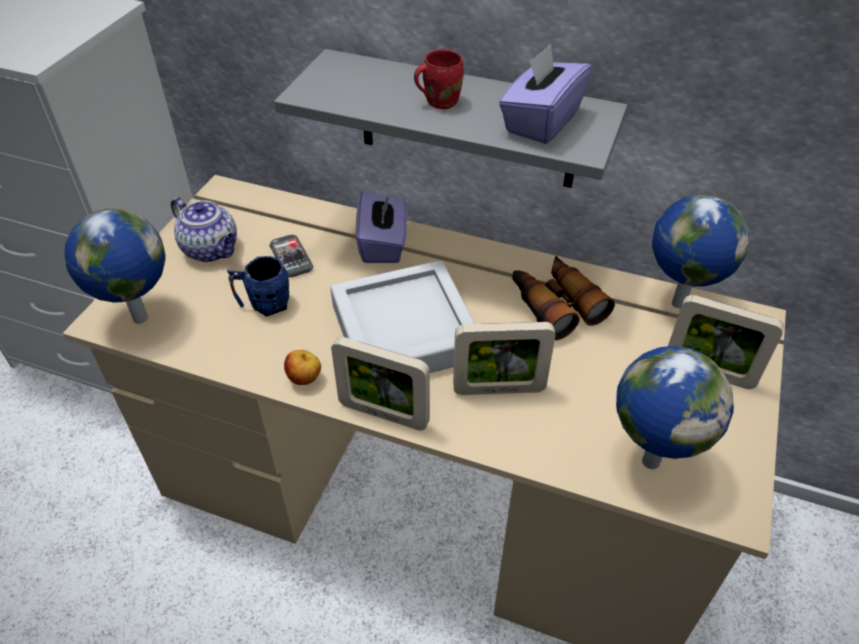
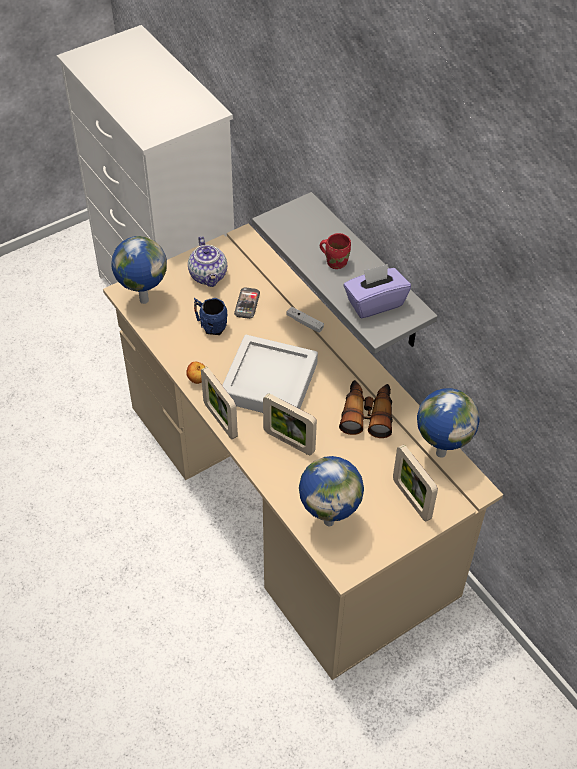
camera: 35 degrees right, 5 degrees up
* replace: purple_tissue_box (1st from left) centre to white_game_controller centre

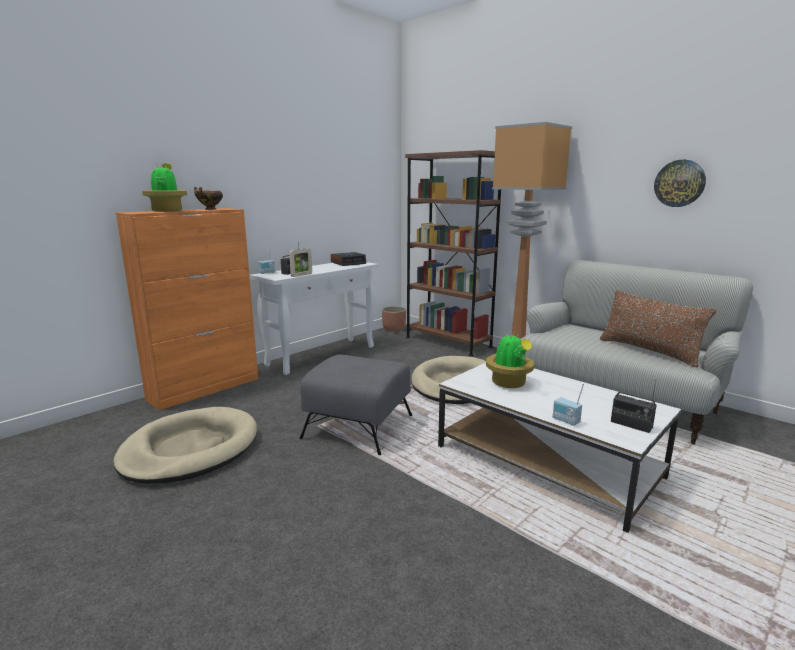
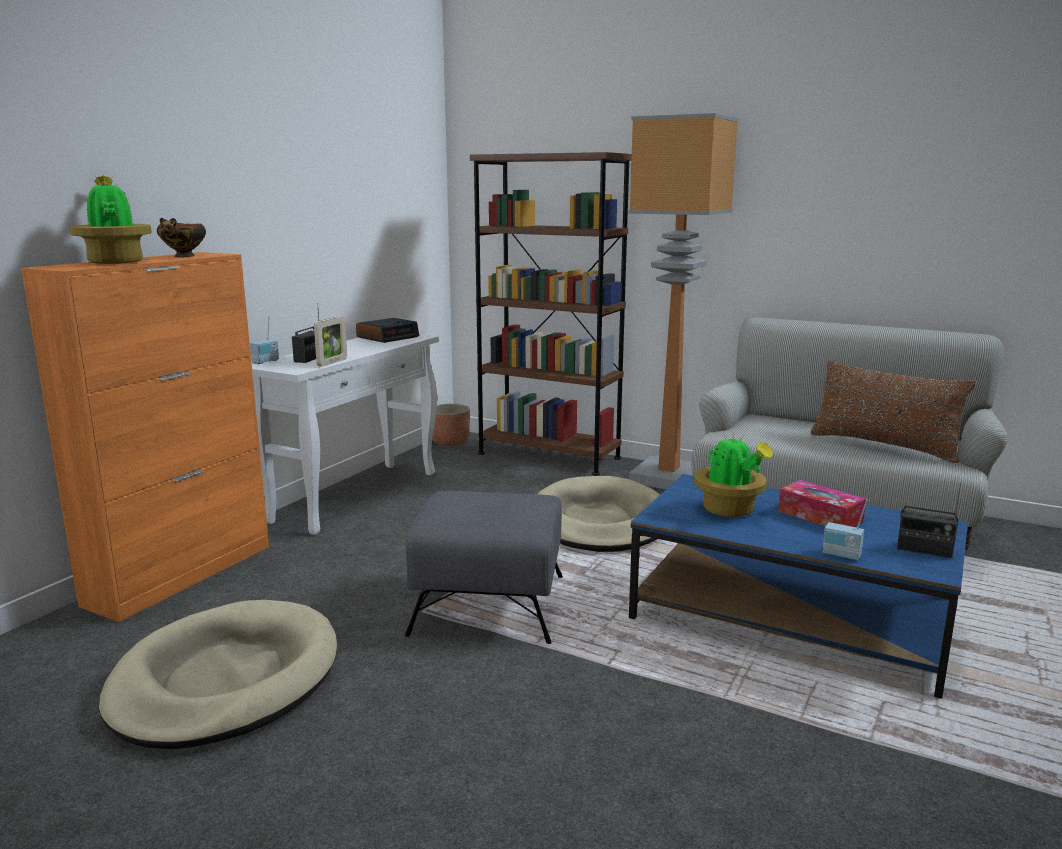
camera: 15 degrees left, 0 degrees up
* recolor: white_coffee_table bottom right to blue_coffee_table bottom right
* insert: tissue_box middle right
* delete: wall_clock top right

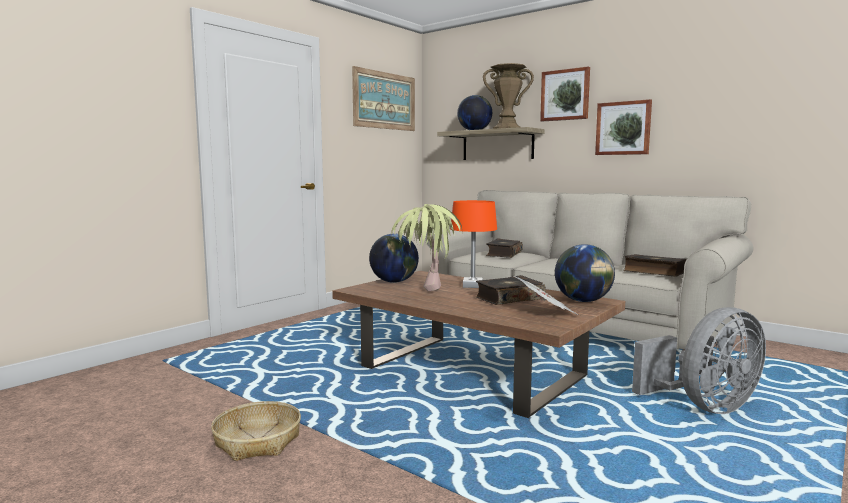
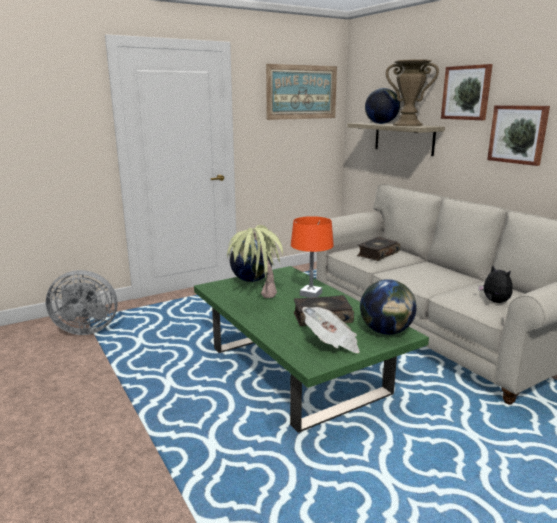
camera: 20 degrees right, 10 degrees up
* move: grey_fan bottom right to middle left
* recolor: brown_coffee_table bottom centre to green_coffee_table bottom centre
* replace: book (3rd from left) middle right to plush_toy middle right
* delete: basket bottom left

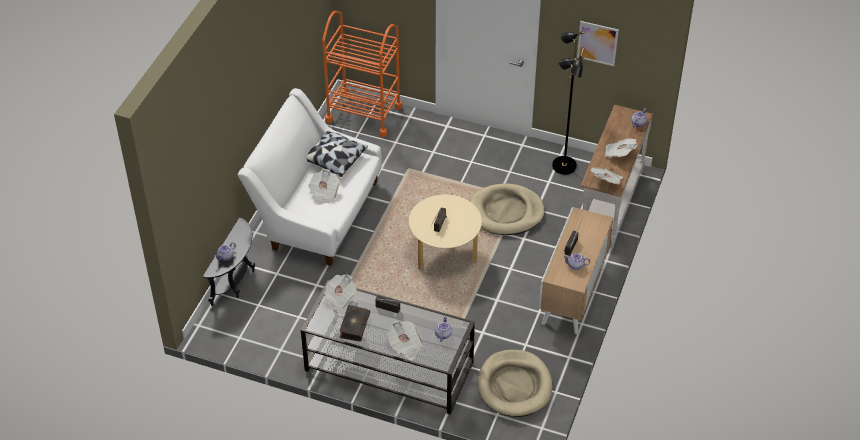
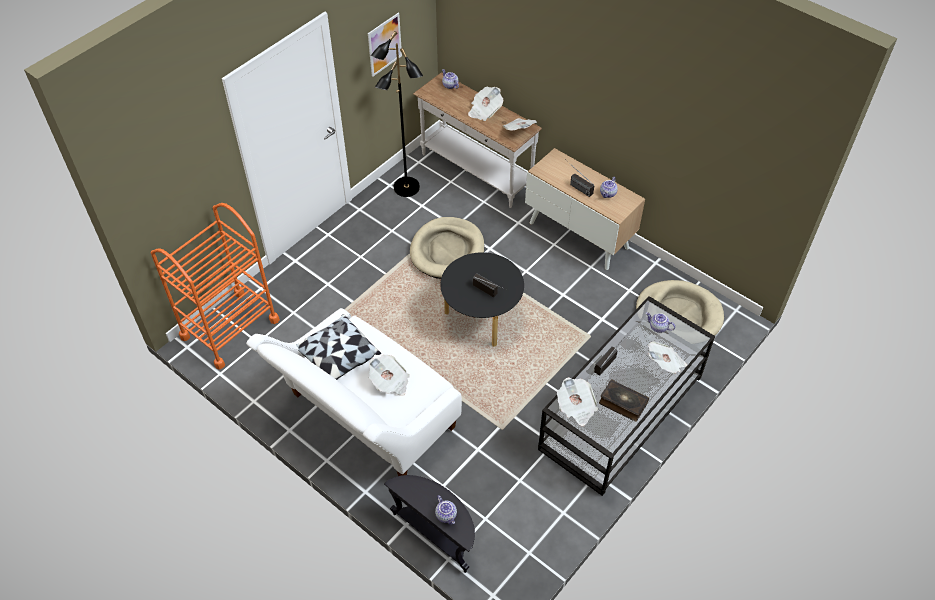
camera: 70 degrees left, 5 degrees up
* recolor: beige_coffee_table centre to black_coffee_table centre

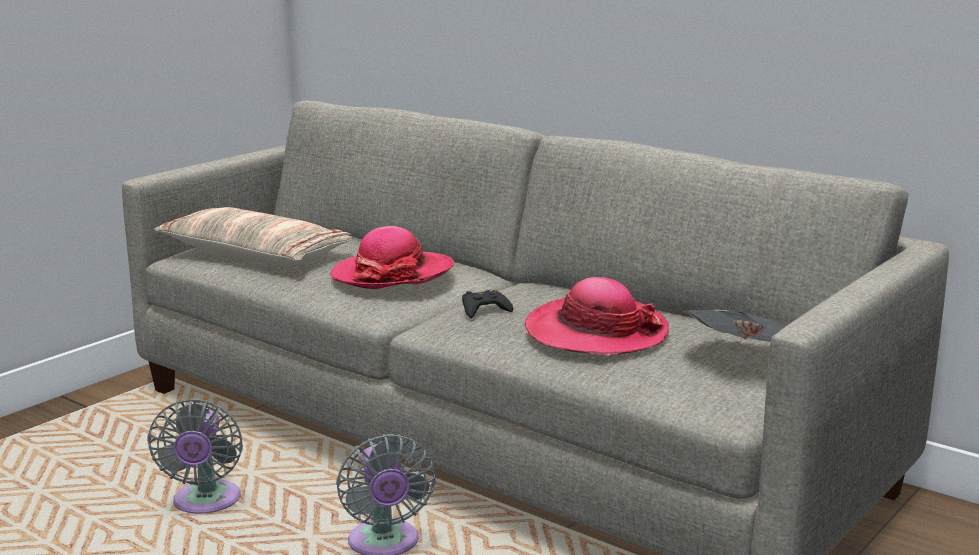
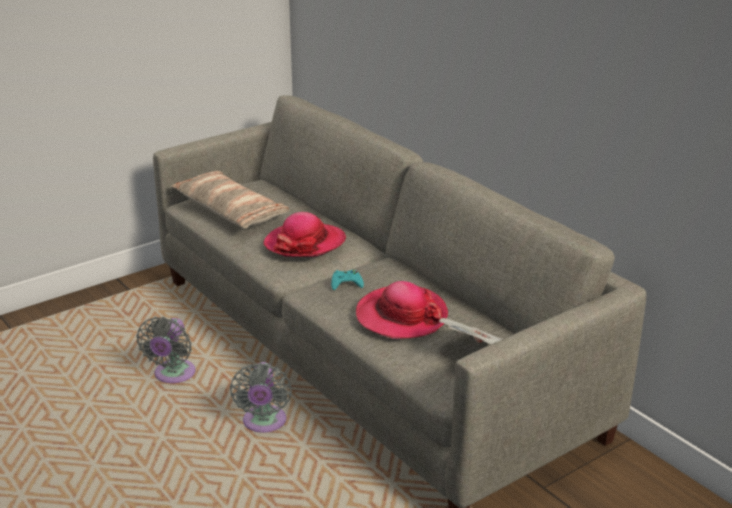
camera: 15 degrees right, 10 degrees up
* recolor: black_game_controller centre to turquoise_game_controller centre

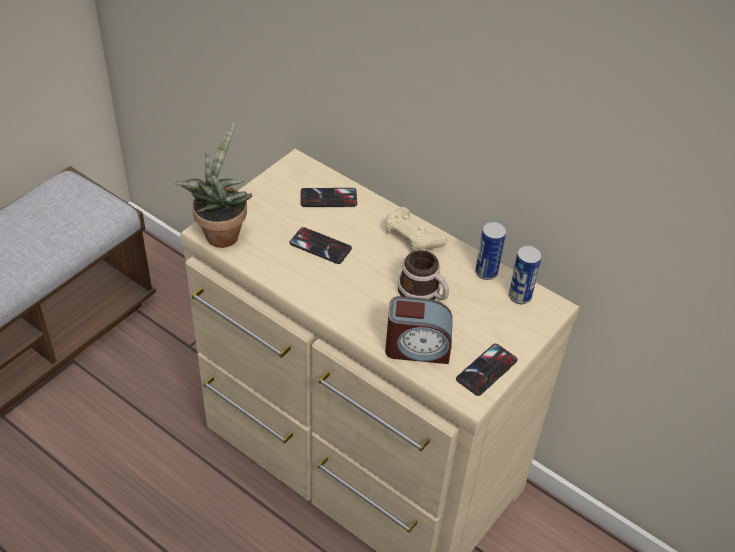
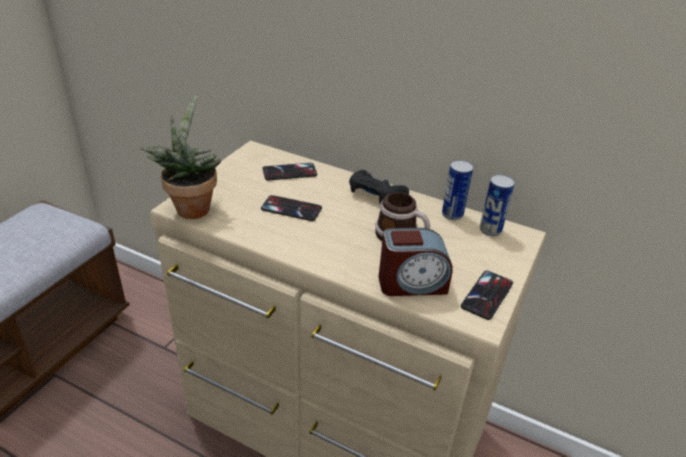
camera: 10 degrees left, 10 degrees down
* recolor: beige_game_controller centre to black_game_controller centre

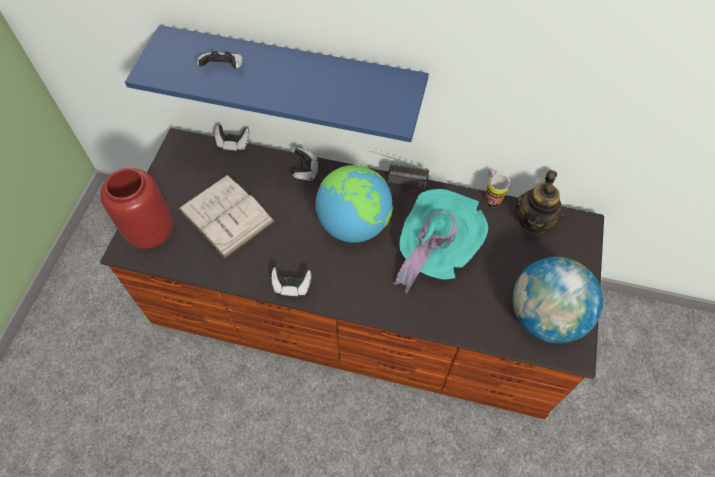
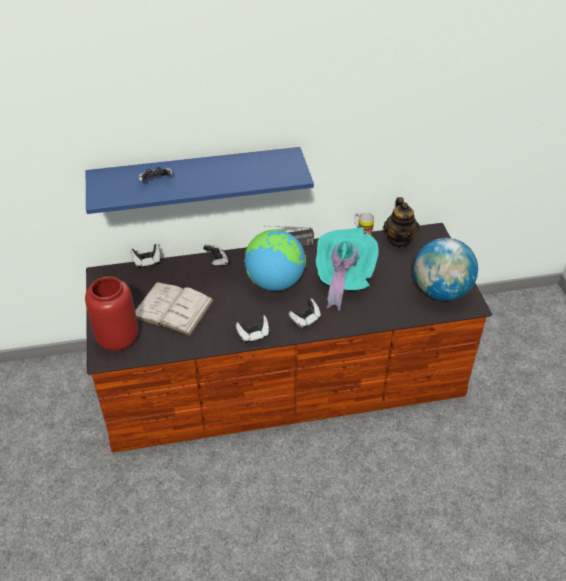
camera: 25 degrees left, 15 degrees down
* insert: game_controller (5th from left) centre

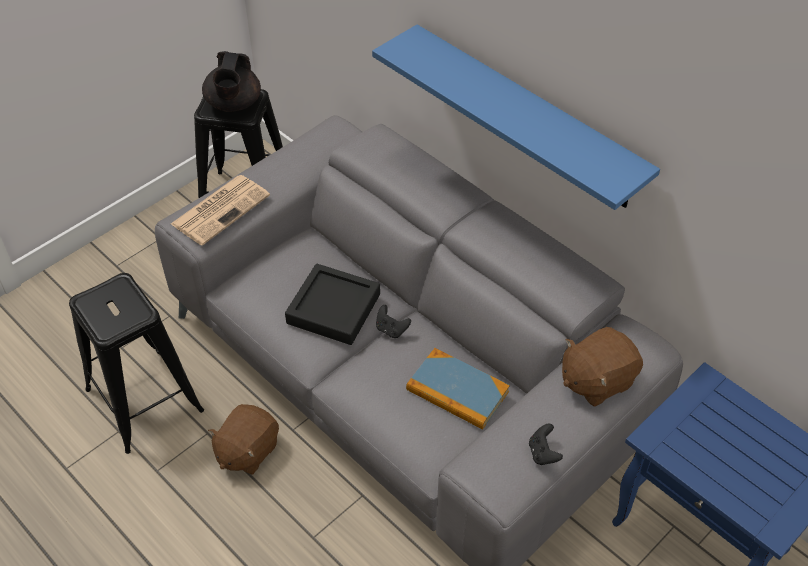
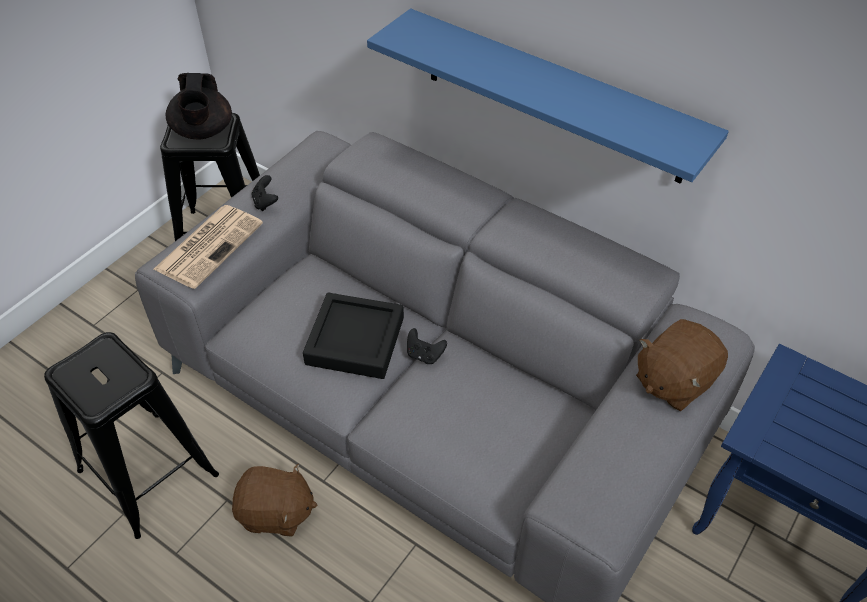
camera: 10 degrees left, 0 degrees up
* rotate: brown_plush_toy (1st from left) bottom left = bottom left 105 degrees counterclockwise
* move: black_game_controller (2nd from left in the first image) bottom right to black_game_controller (1st from left) top left
* delete: book bottom centre

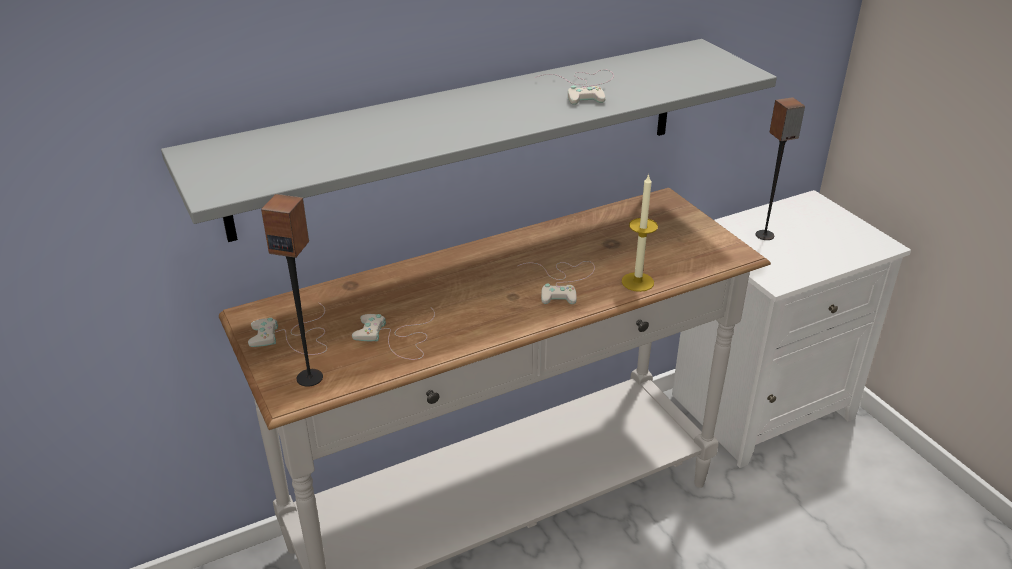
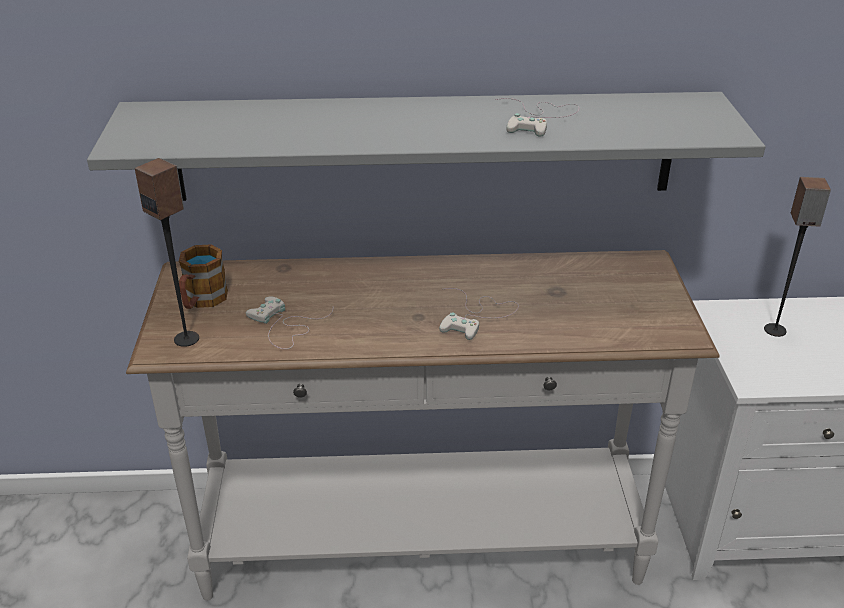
camera: 25 degrees right, 0 degrees up
* replace: white_game_controller (1st from left) middle left to mug middle left
* delete: candle centre

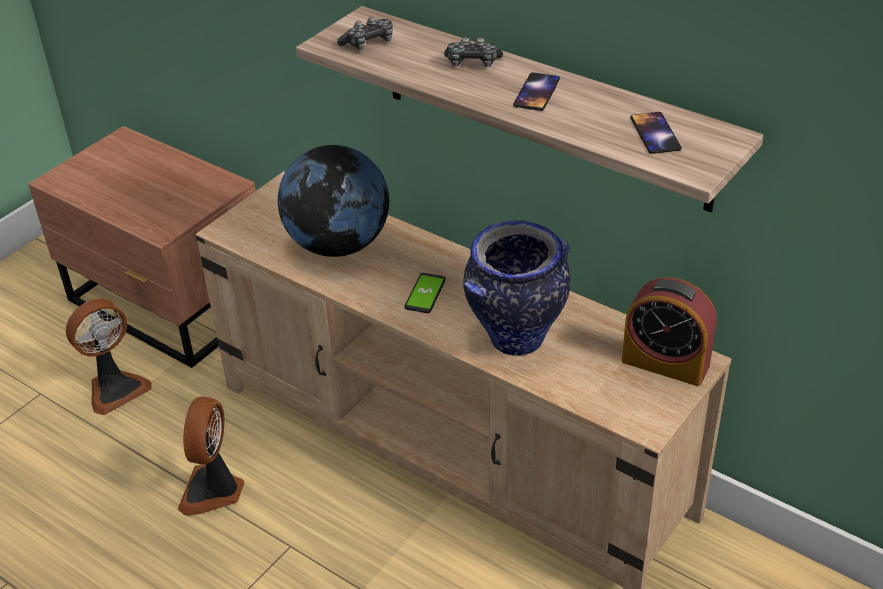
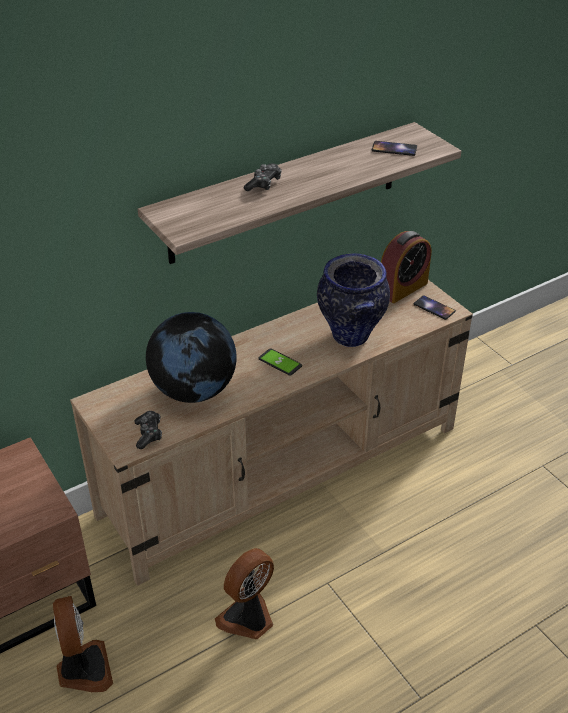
camera: 70 degrees left, 0 degrees up
* move: game_controller (1st from left) top centre to middle left
* rotate: fan (2nd from left) bottom left = bottom centre 105 degrees clockwise
* move: phone (2nd from left in the first image) top centre to phone (3rd from left) middle right

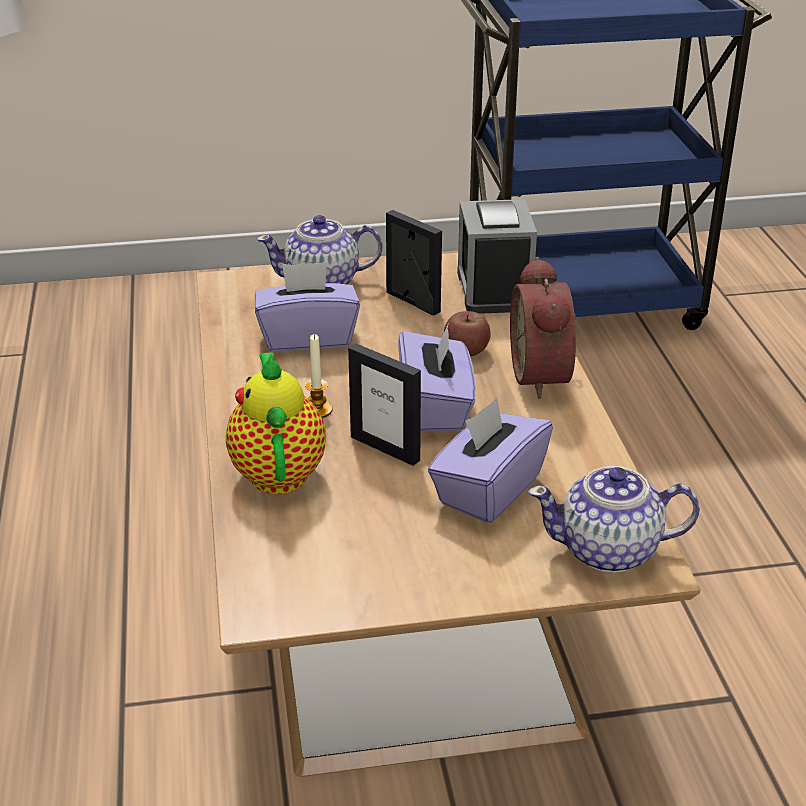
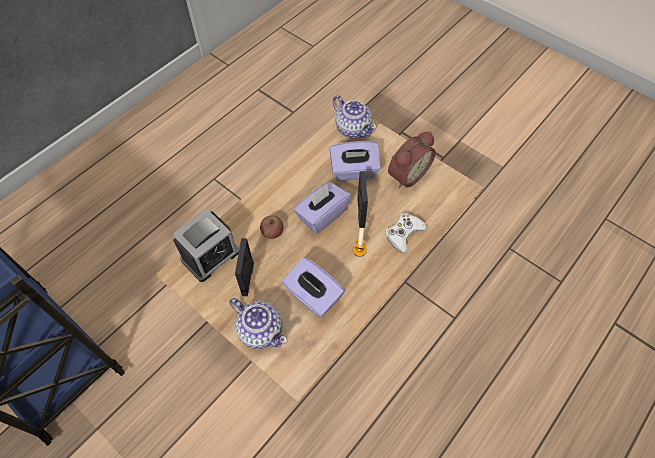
camera: 130 degrees left, 25 degrees up
* replace: teapot (1st from left) centre to white_game_controller centre
* move: alarm_clock (2nd from left) middle right to centre

